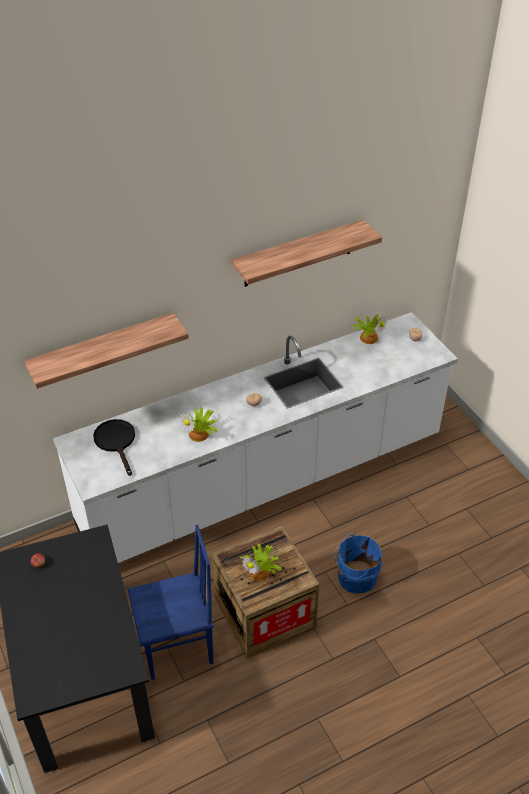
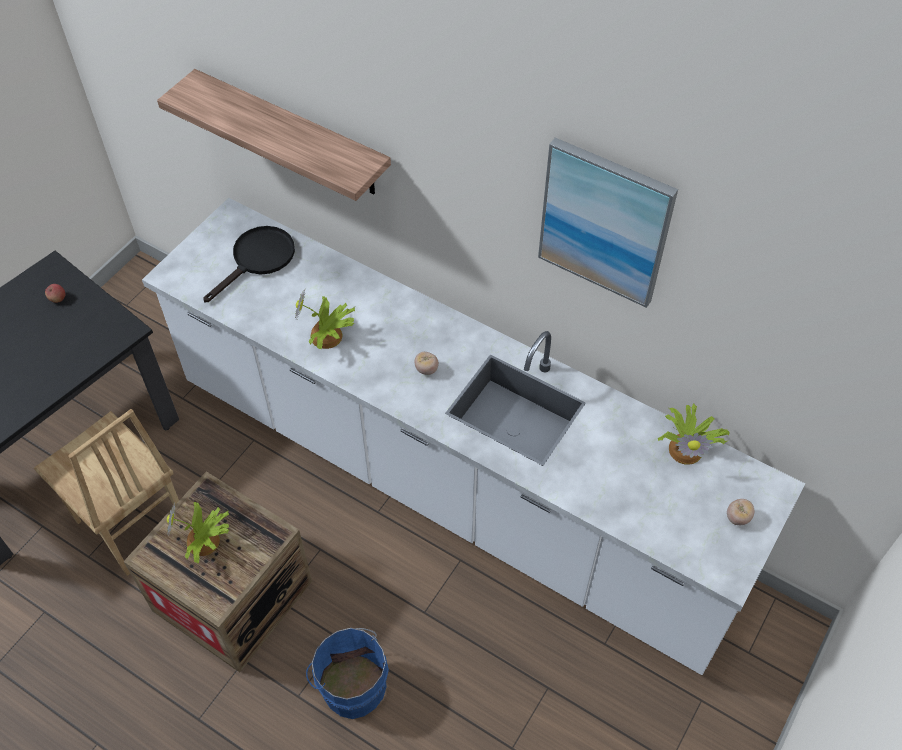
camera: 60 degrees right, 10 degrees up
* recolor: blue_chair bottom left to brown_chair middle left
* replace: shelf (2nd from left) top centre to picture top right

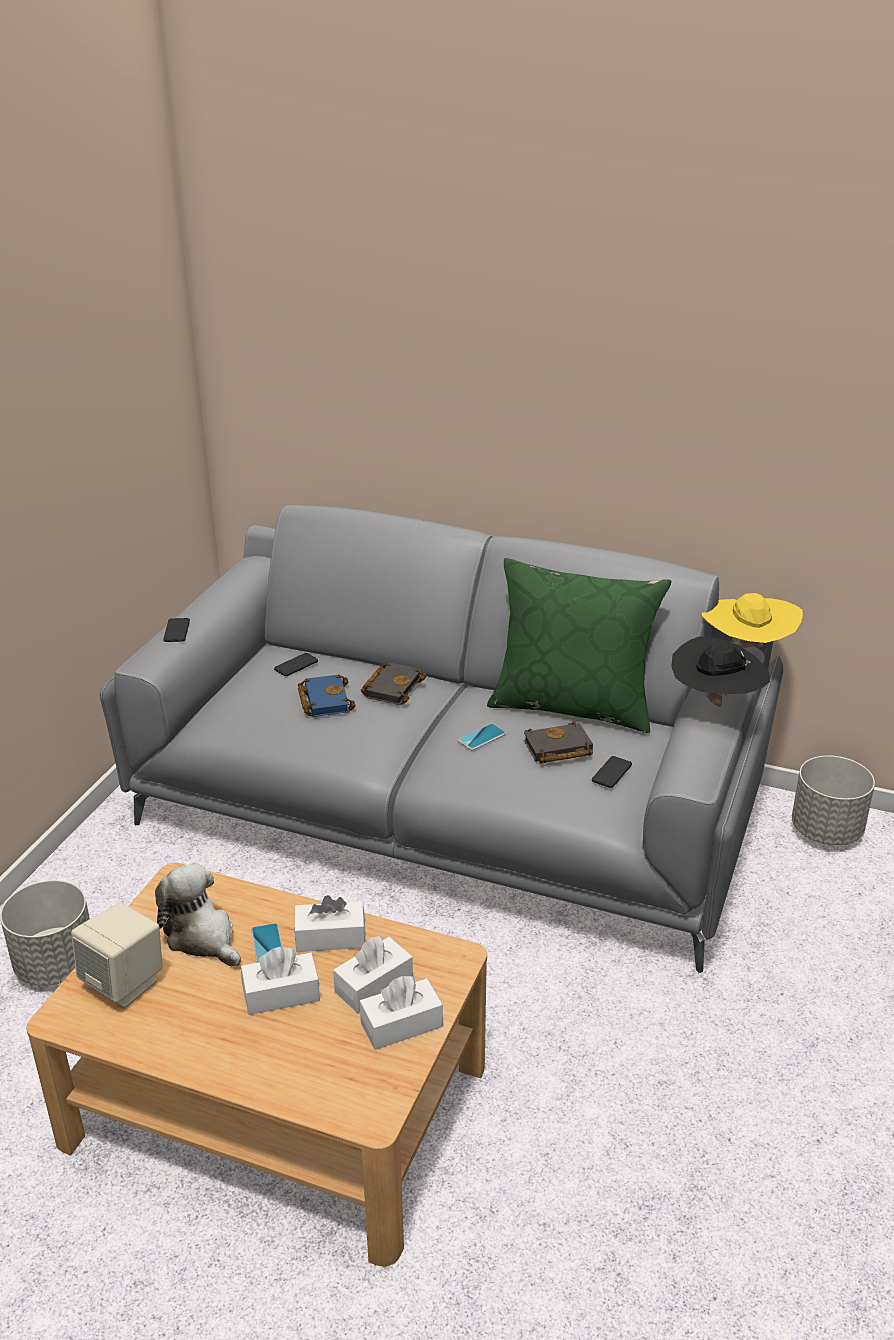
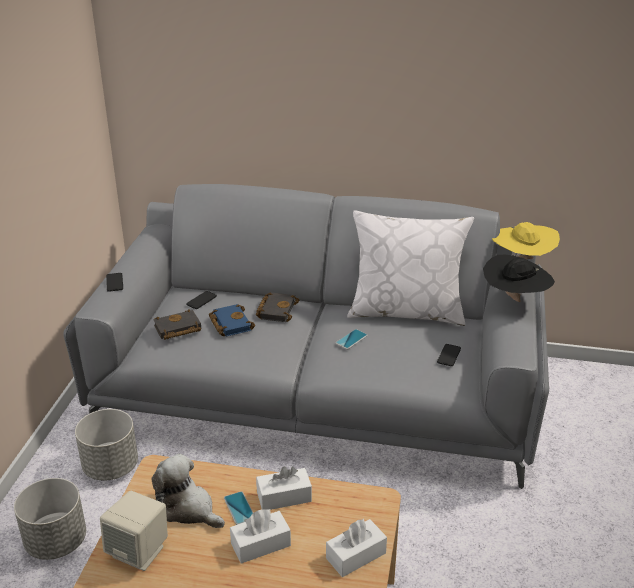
camera: 10 degrees left, 0 degrees up
* move: grey_planter (2nd from left) middle right to bottom left
* move: black_book (2nd from left in the first image) centre to black_book (1st from left) middle left
* recolor: green_pillow centre to white_pillow centre
* delete: white_tissue_box (3rd from left) bottom centre

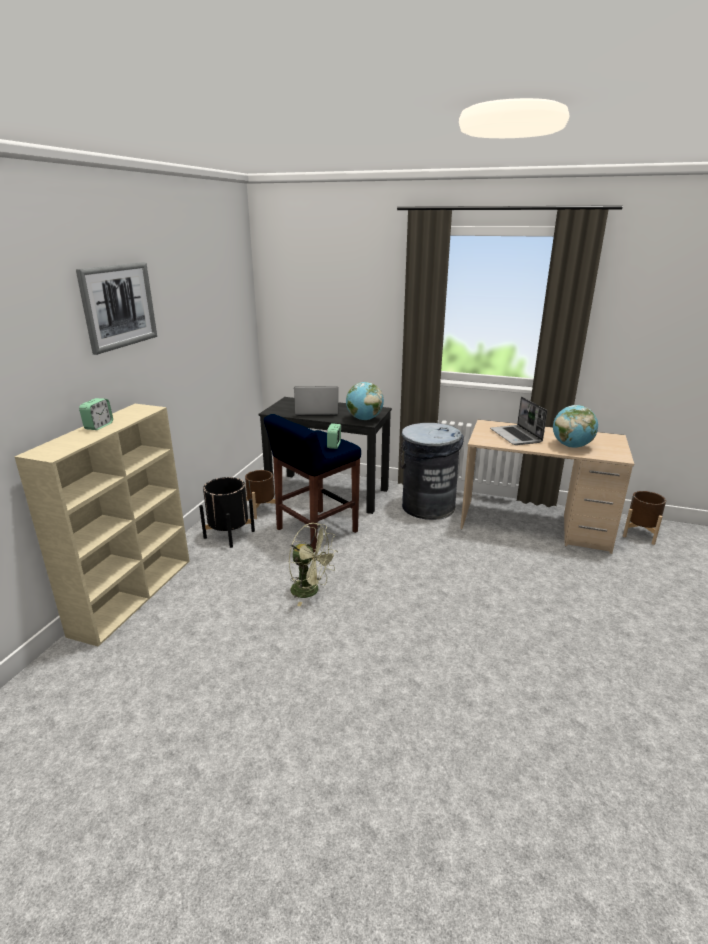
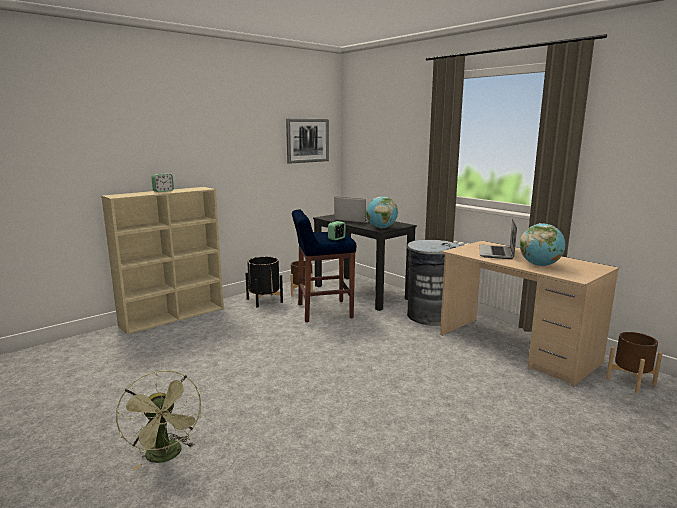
camera: 30 degrees right, 10 degrees down
* move: green_fan centre to bottom left
* move: picture top left to top centre

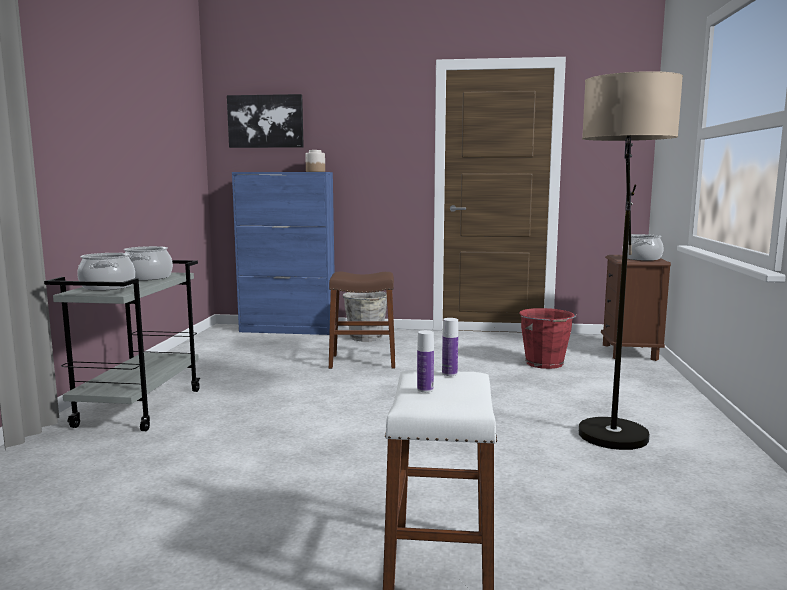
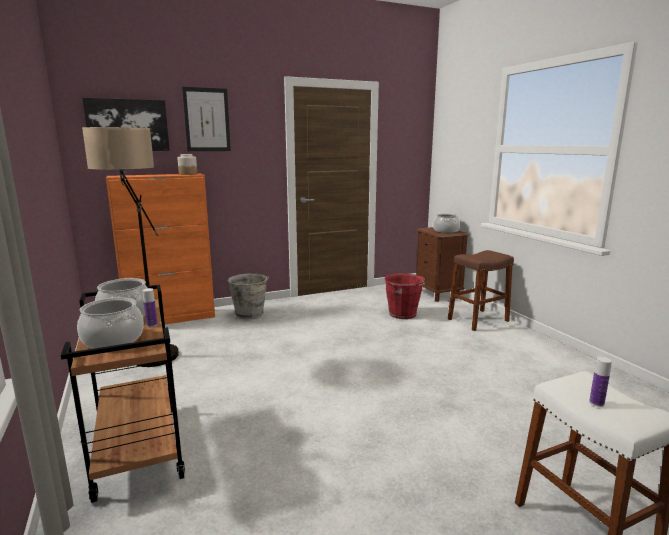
camera: 30 degrees left, 5 degrees up
* recolor: grey_cart middle left to brown_cart bottom left
* move: floor_lamp middle right to middle left
* recolor: blue_cabinet centre to orange_cabinet middle left
* move: bottle (2nd from left in the first image) centre to bottle (1st from left) middle left
* insert: picture (2nd from left) top left
* move: brown_stool centre to middle right

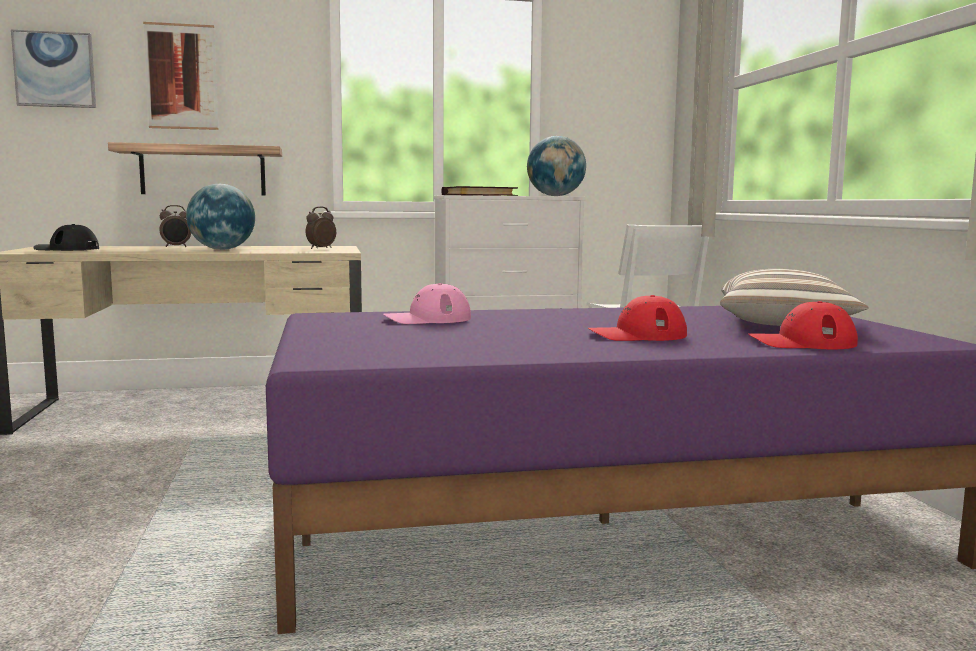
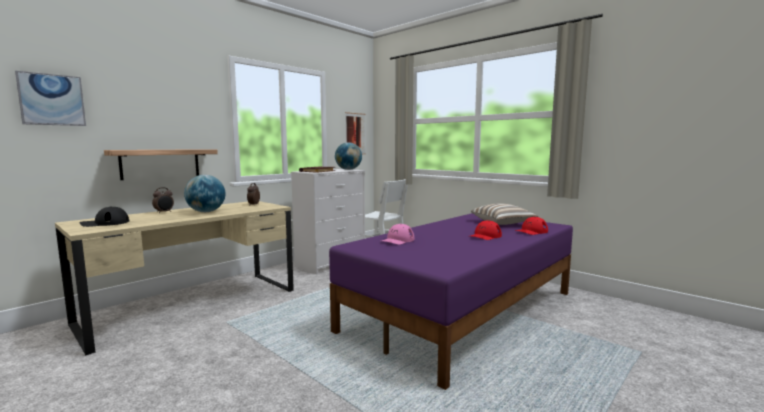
camera: 35 degrees left, 0 degrees up
* move: picture (2nd from left) top left to top centre

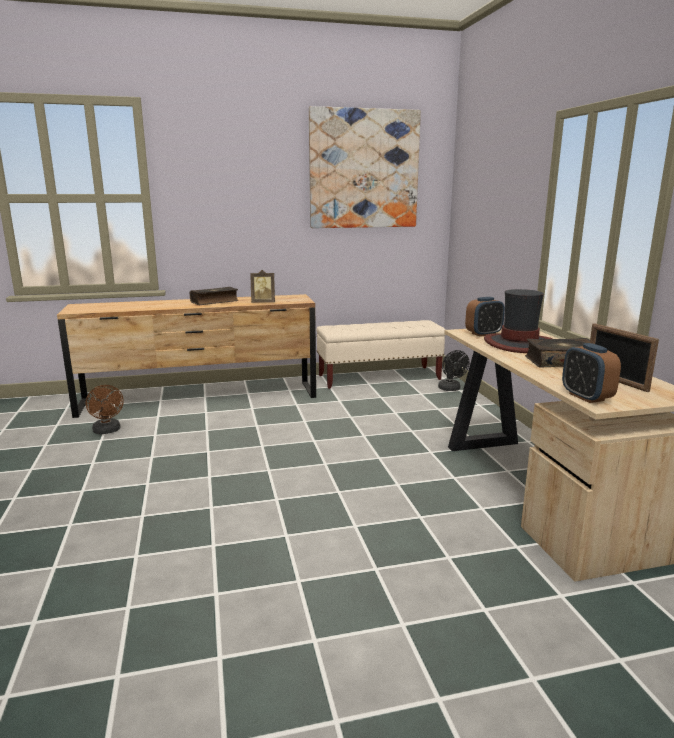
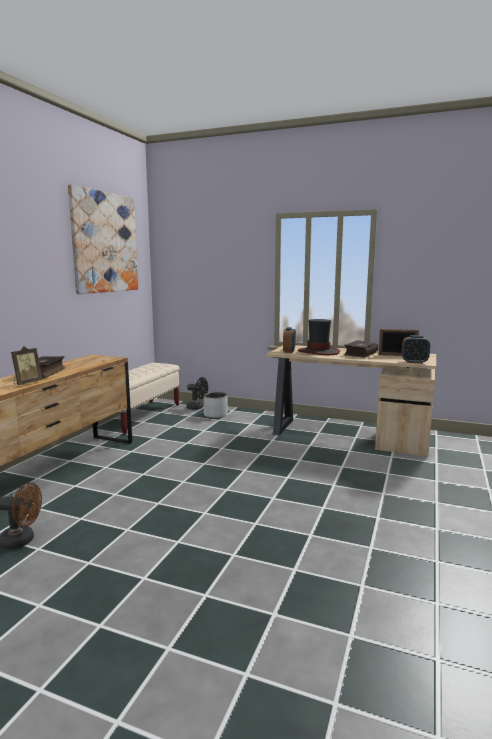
camera: 55 degrees left, 5 degrees down
* move: picture_frame (1st from left) centre to middle left
* insert: grey_planter centre

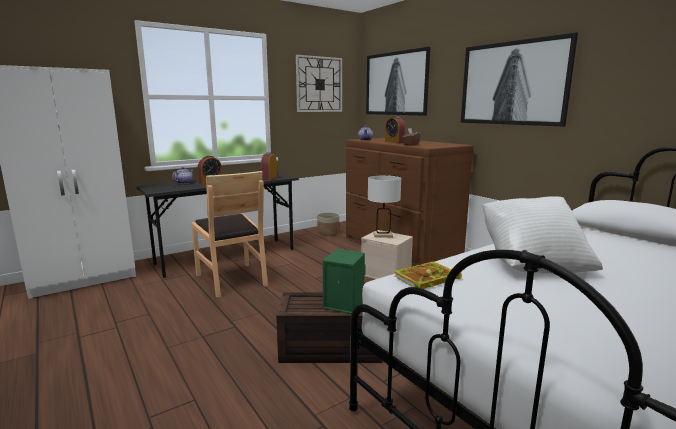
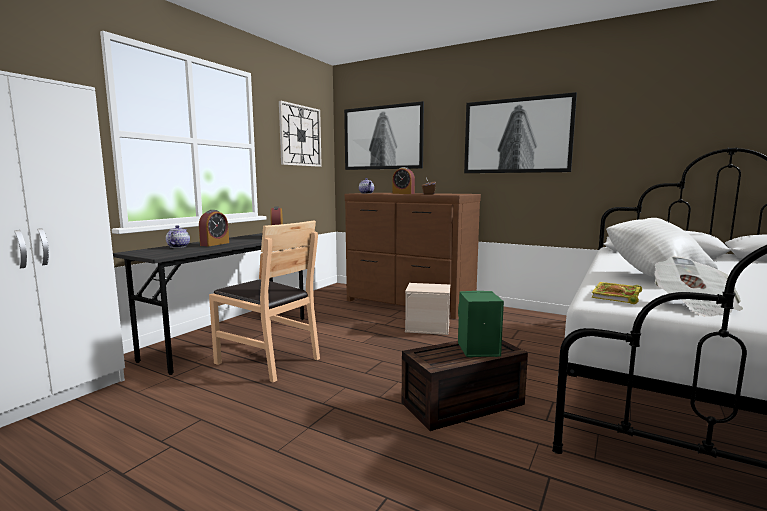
camera: 25 degrees left, 5 degrees down
* insert: newspaper middle right
* delete: planter centre
* delete: white_table_lamp centre

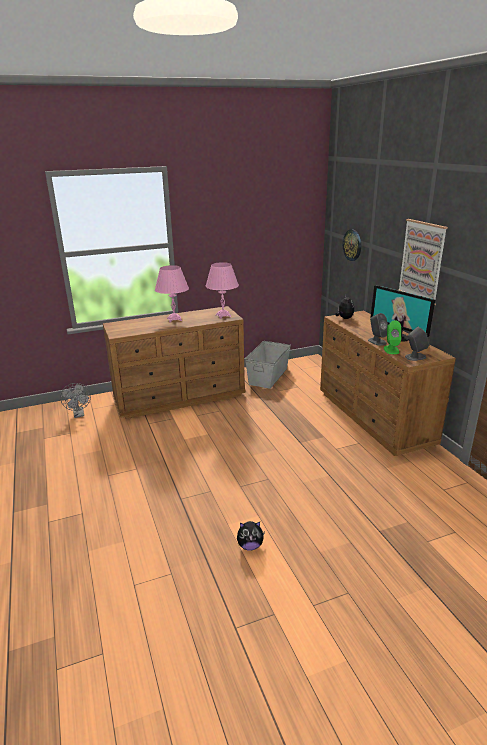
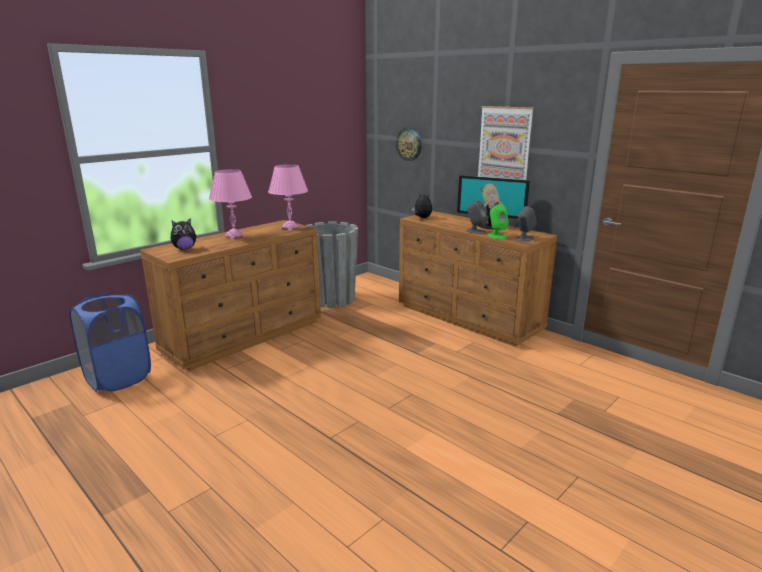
camera: 25 degrees left, 5 degrees down
* replace: grey_fan middle left to blue_laundry_basket middle left
* move: plush_toy (1st from left) bottom centre to middle left
* replace: grey_storage_box centre to grey_planter centre

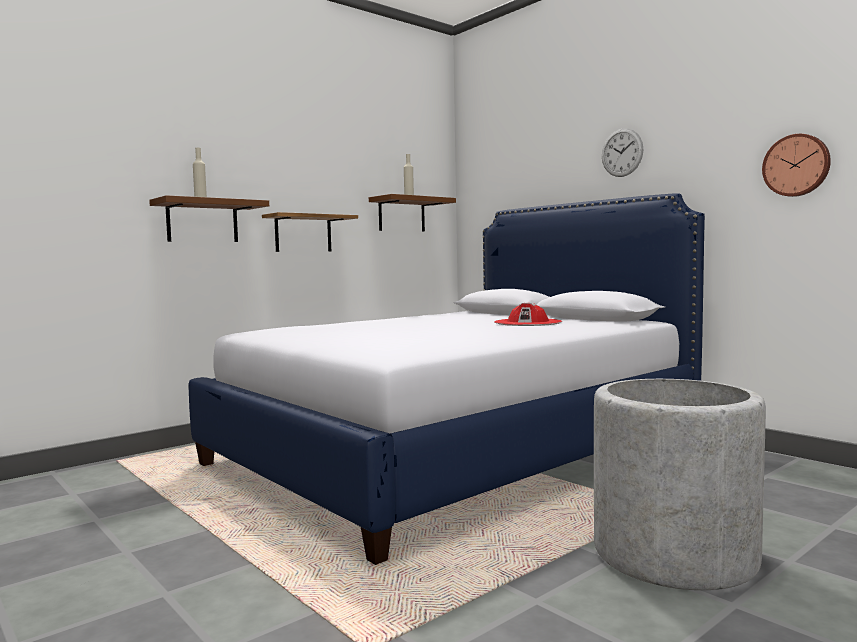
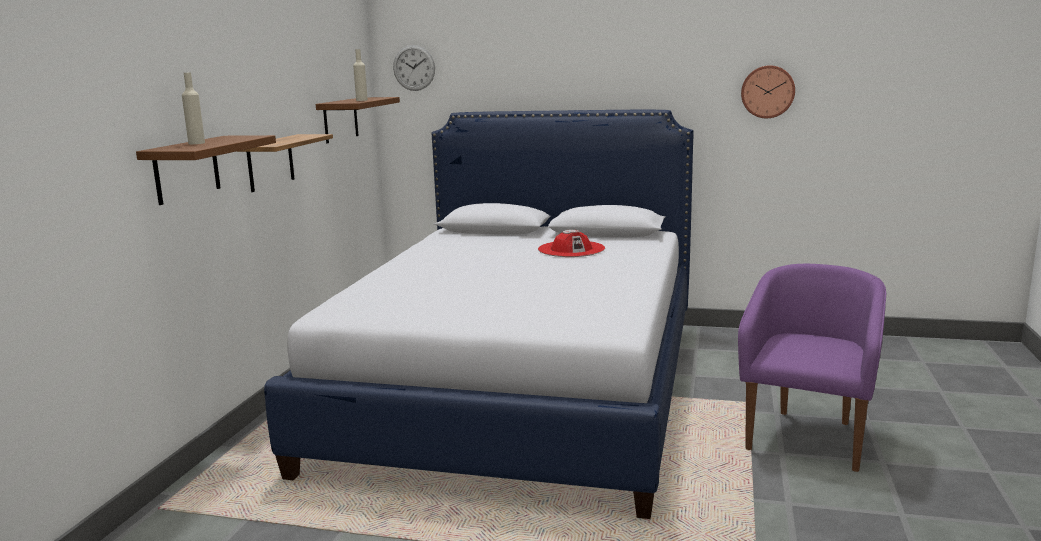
camera: 35 degrees left, 10 degrees up
* move: wall_clock (1st from left) top right to top centre
* replace: grey_planter bottom right to purple_armchair bottom right

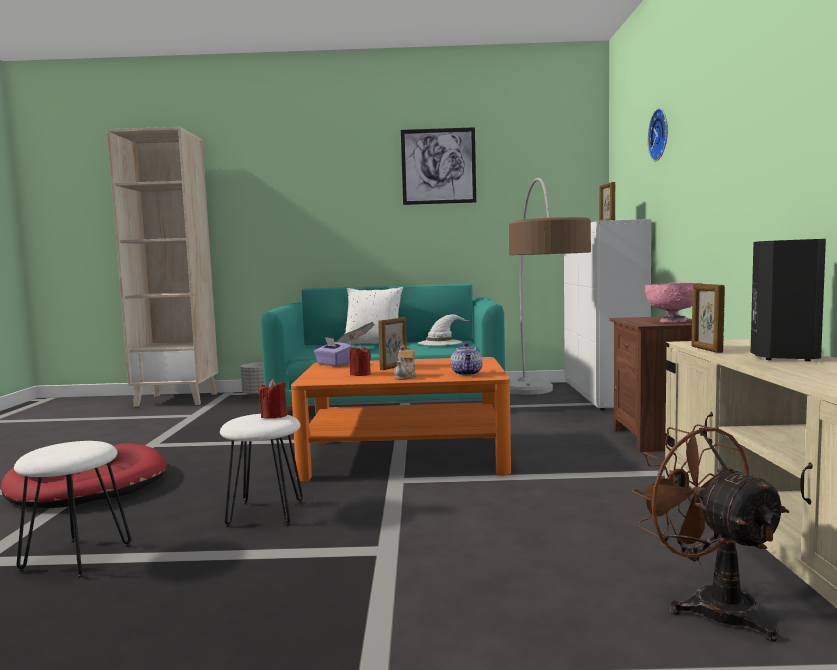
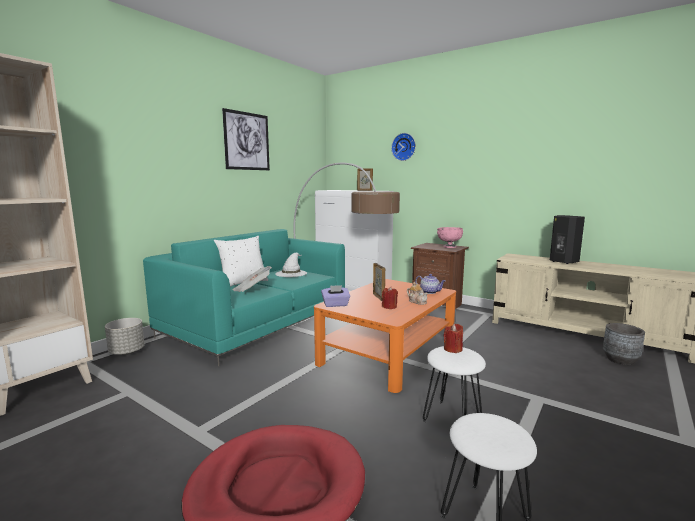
camera: 55 degrees left, 5 degrees up
* replace: brown_fan bottom right to grey_planter (2nd from left) middle right
* delete: picture_frame (3rd from left) middle right

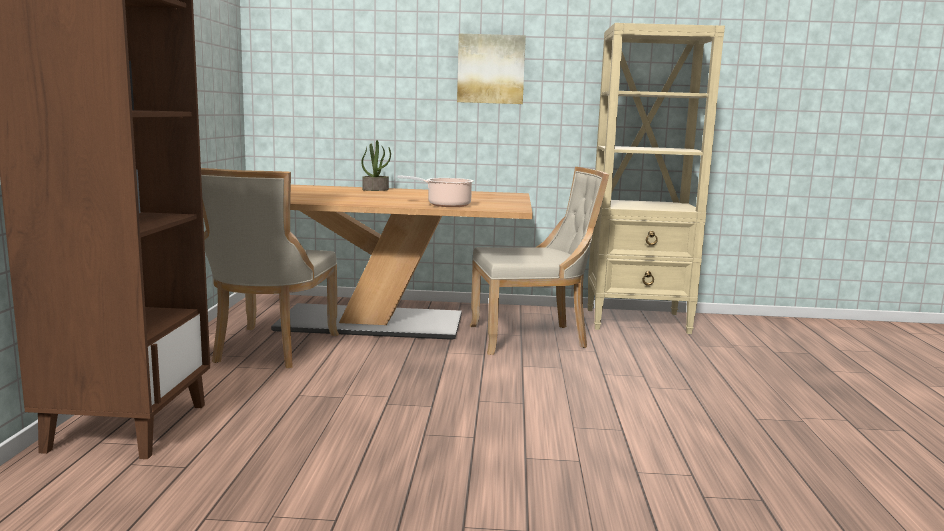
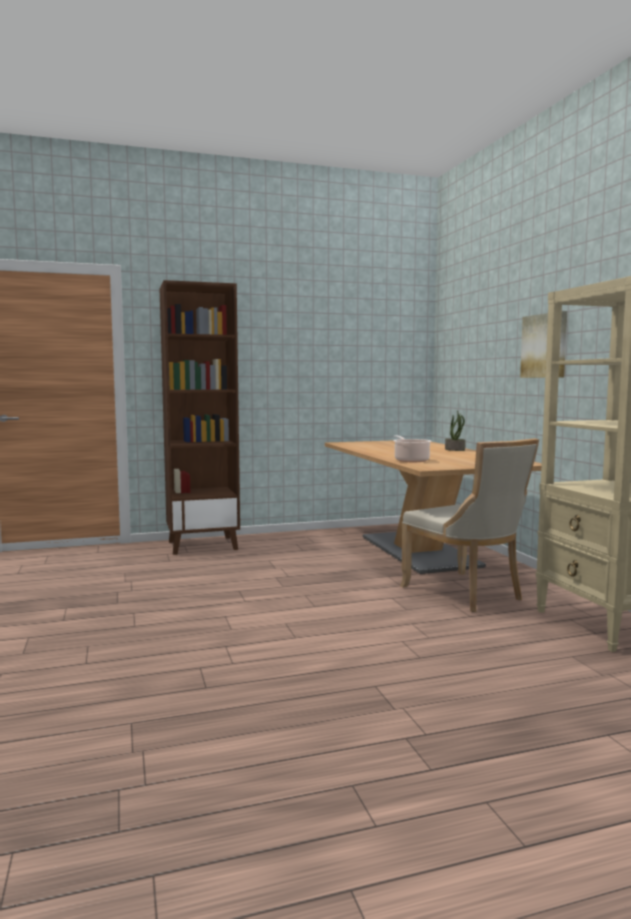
camera: 70 degrees right, 5 degrees down
* delete: beige_chair (1st from left) middle left

